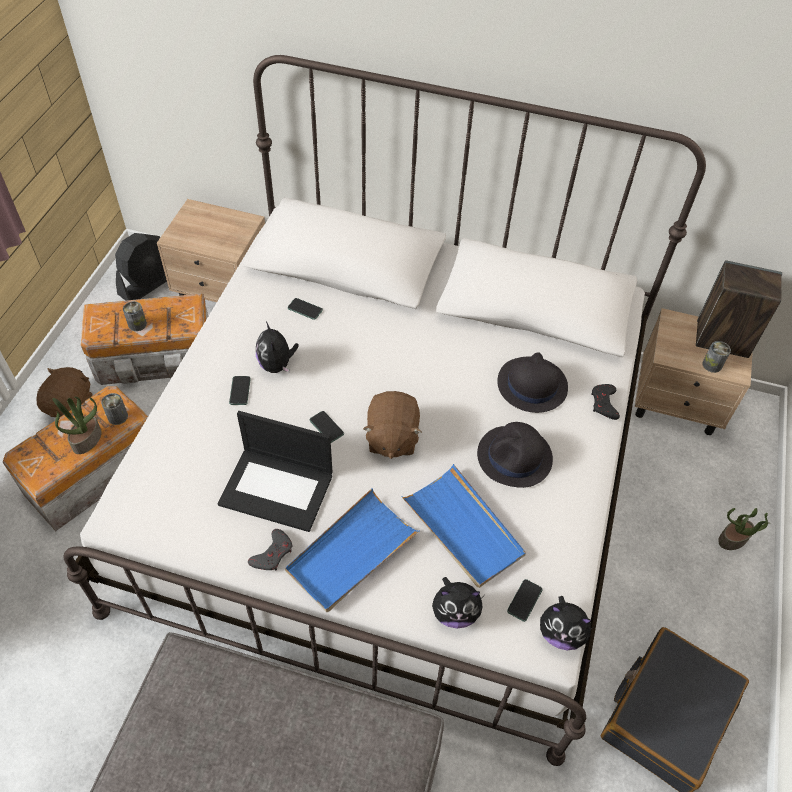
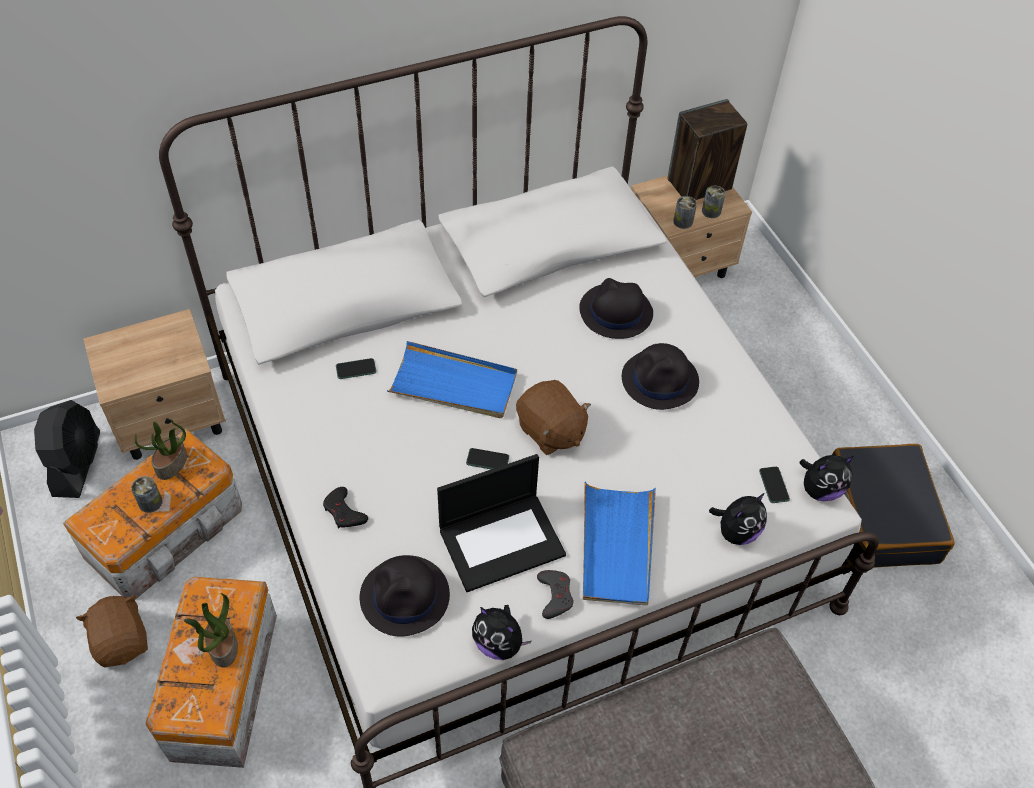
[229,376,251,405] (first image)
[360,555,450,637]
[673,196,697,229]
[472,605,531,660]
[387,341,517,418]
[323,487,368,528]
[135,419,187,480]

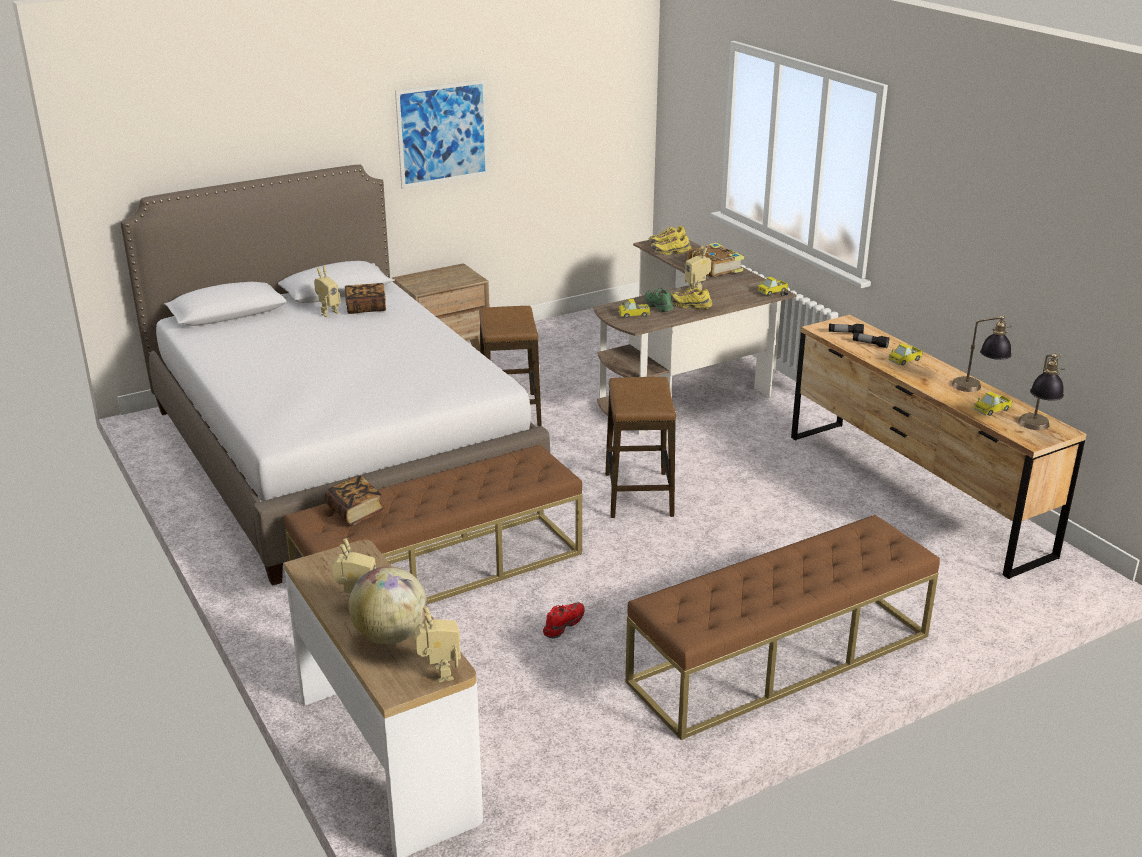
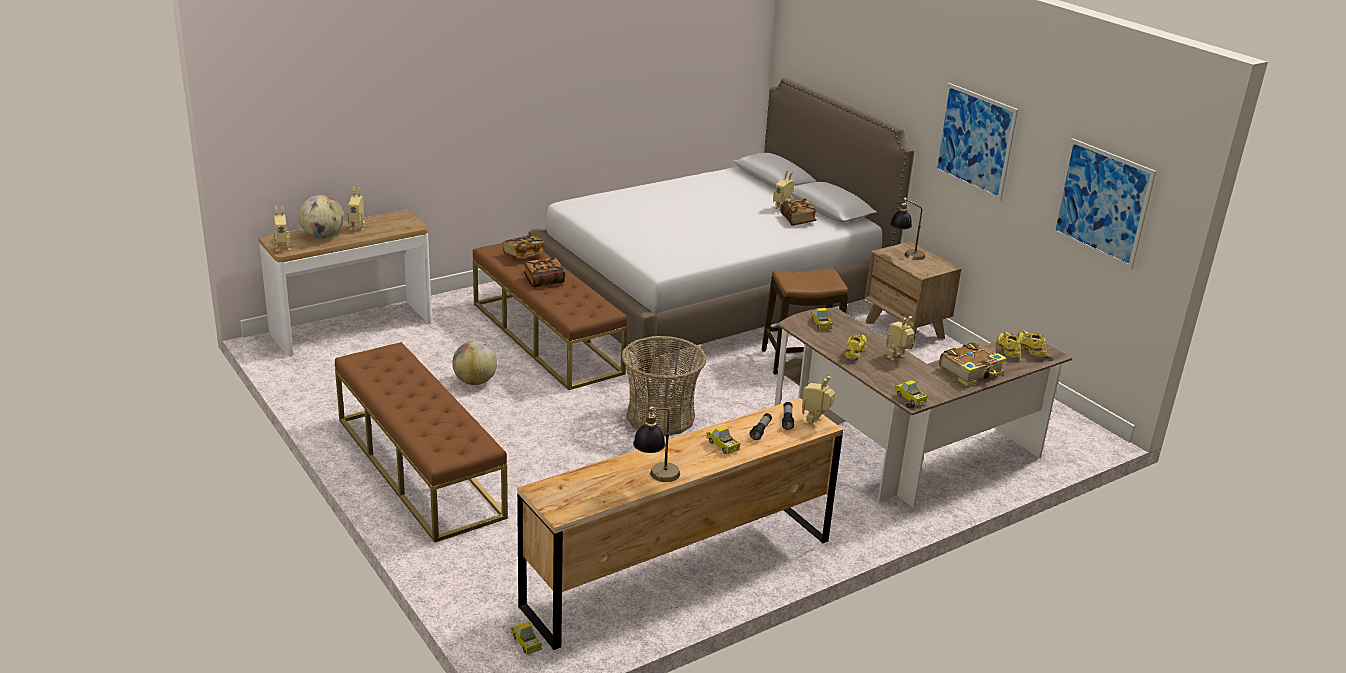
[645,288,673,312] (first image)
[523,258,565,287]
[802,376,835,427]
[1052,138,1156,269]
[511,622,542,655]
[890,197,925,260]
[452,341,497,385]
[622,336,707,436]

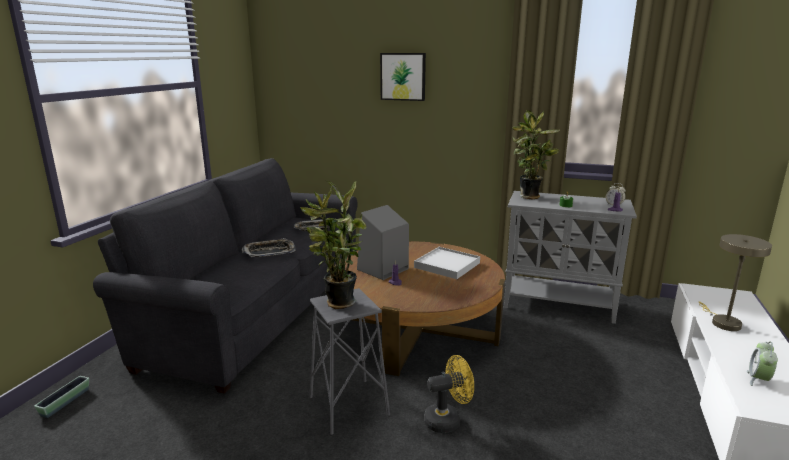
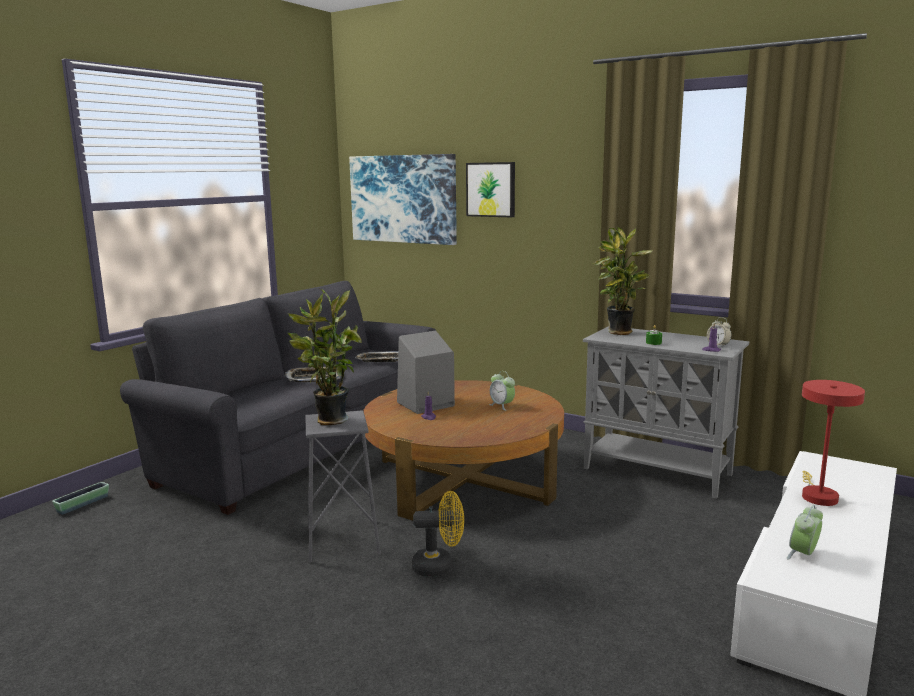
[349,154,457,245]
[489,371,515,411]
[802,380,865,506]

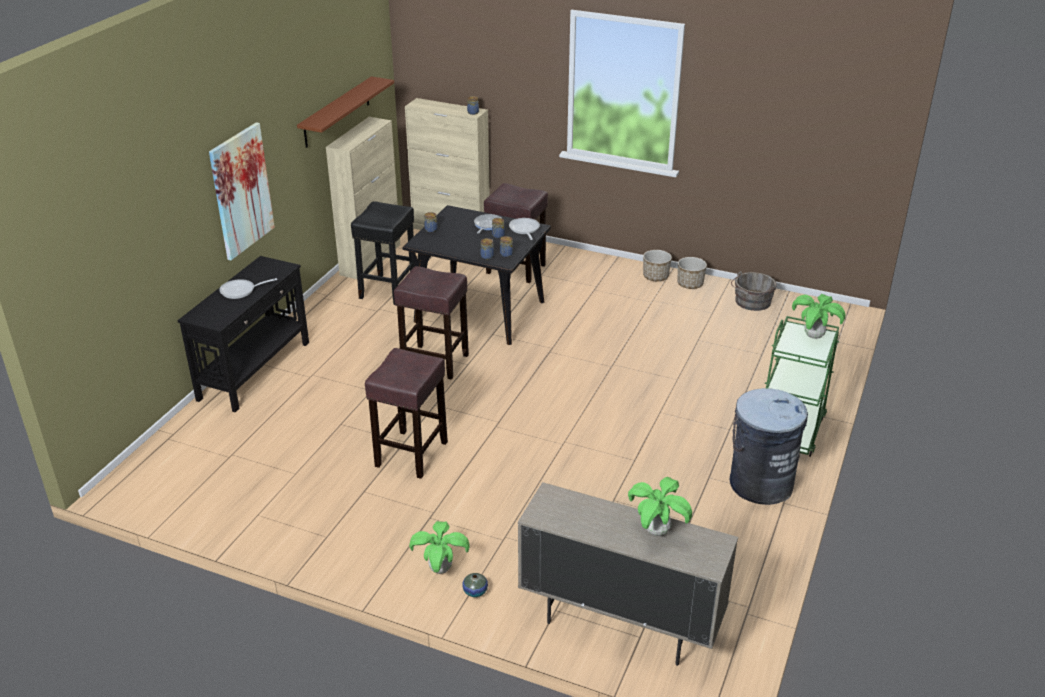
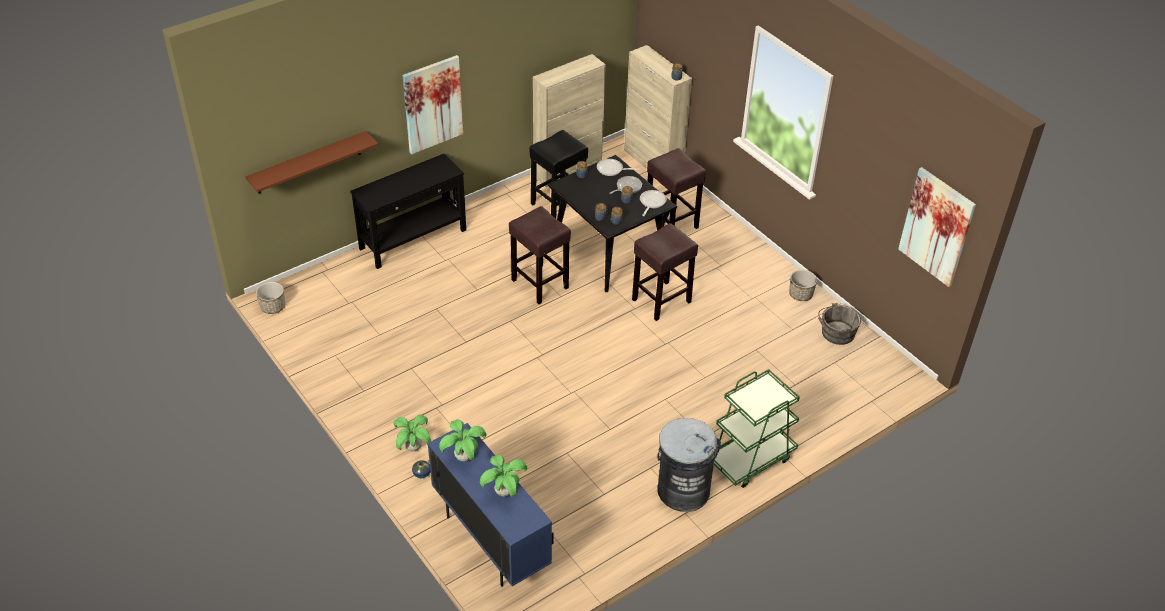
[898,167,976,287]
[597,159,641,176]
[246,131,379,194]
[632,223,698,321]
[256,282,285,314]
[439,419,487,462]
[428,423,553,587]

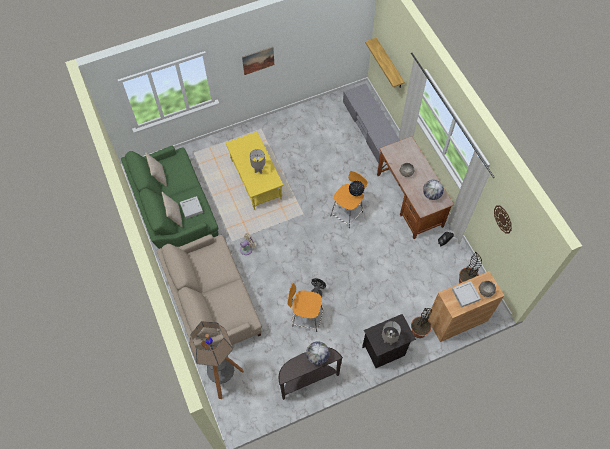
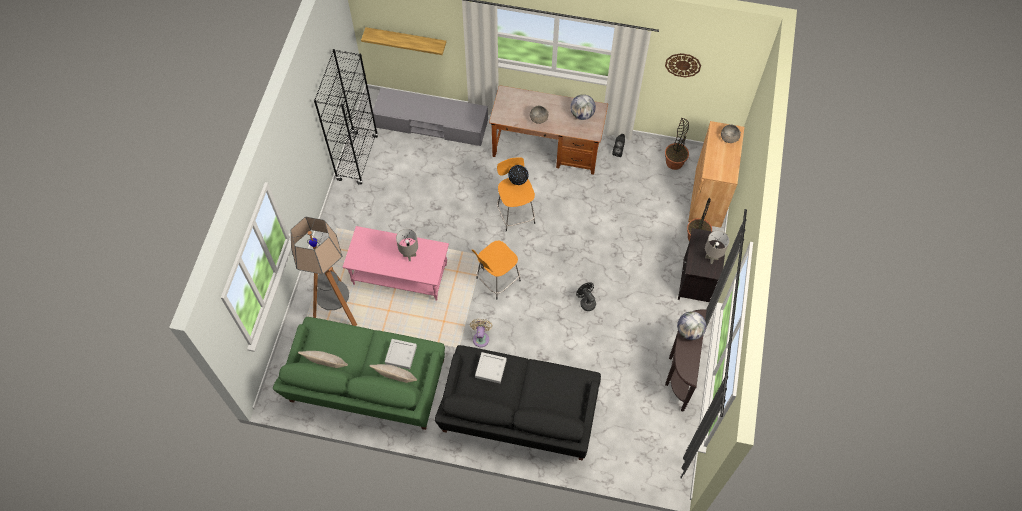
[242,47,274,75] (first image)
[314,49,378,185]
[291,217,357,326]
[472,241,521,299]
[475,352,507,383]
[435,345,601,461]
[343,226,449,301]

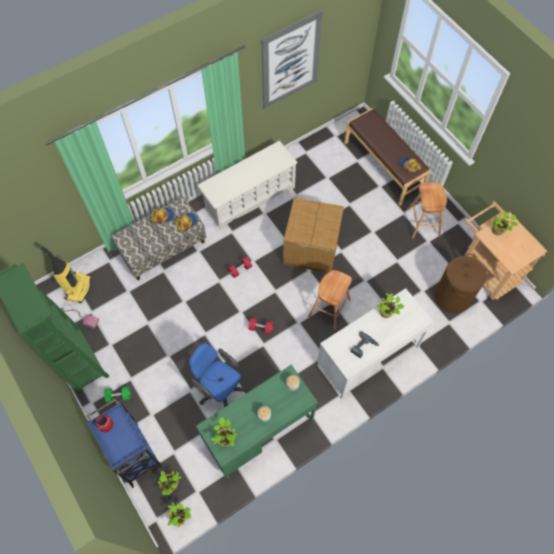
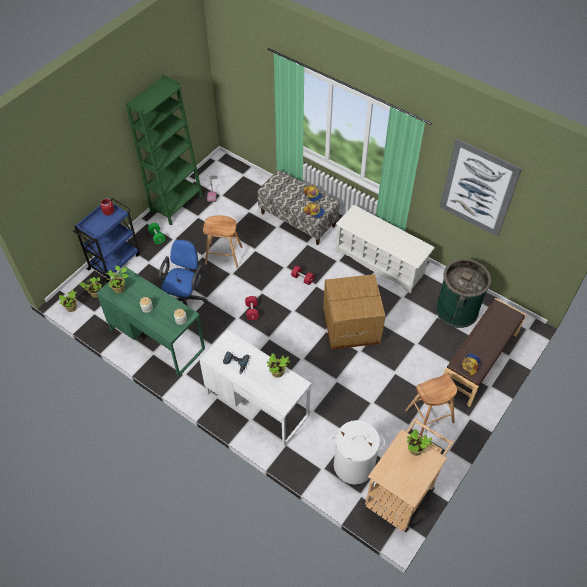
[40,246,91,303] (first image)
[436,259,491,328]
[203,215,242,268]
[331,420,385,484]

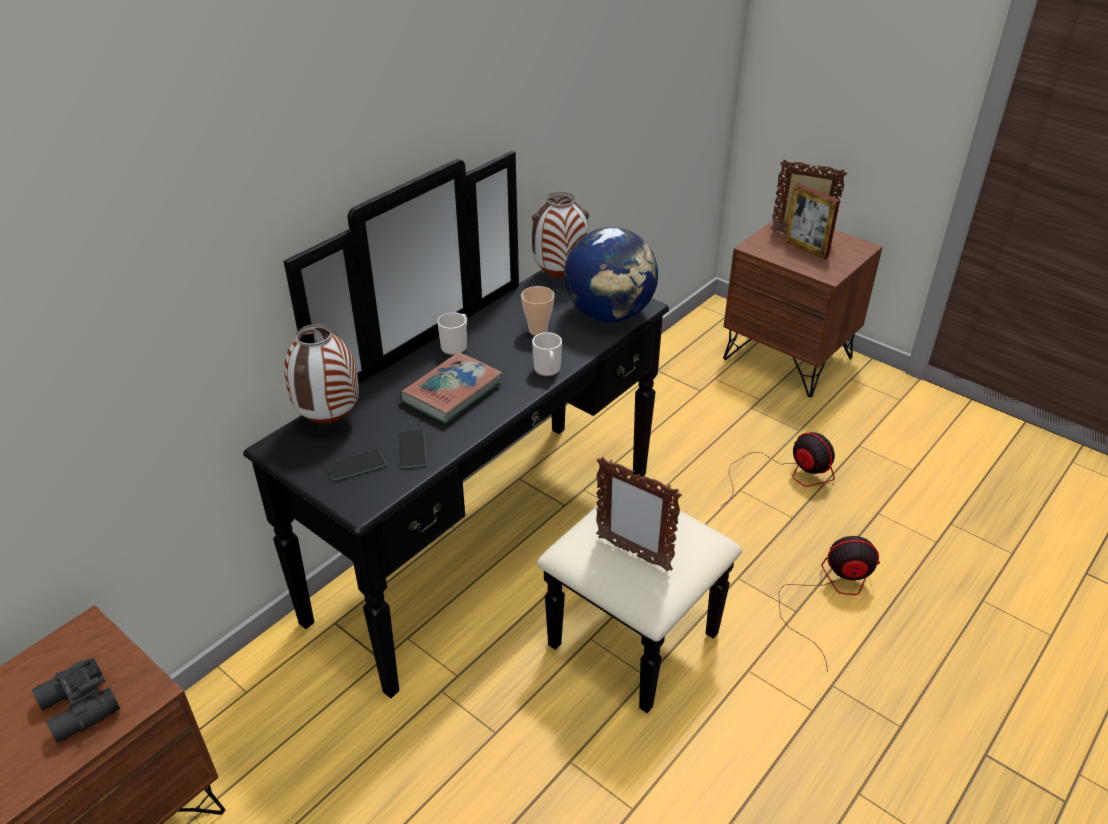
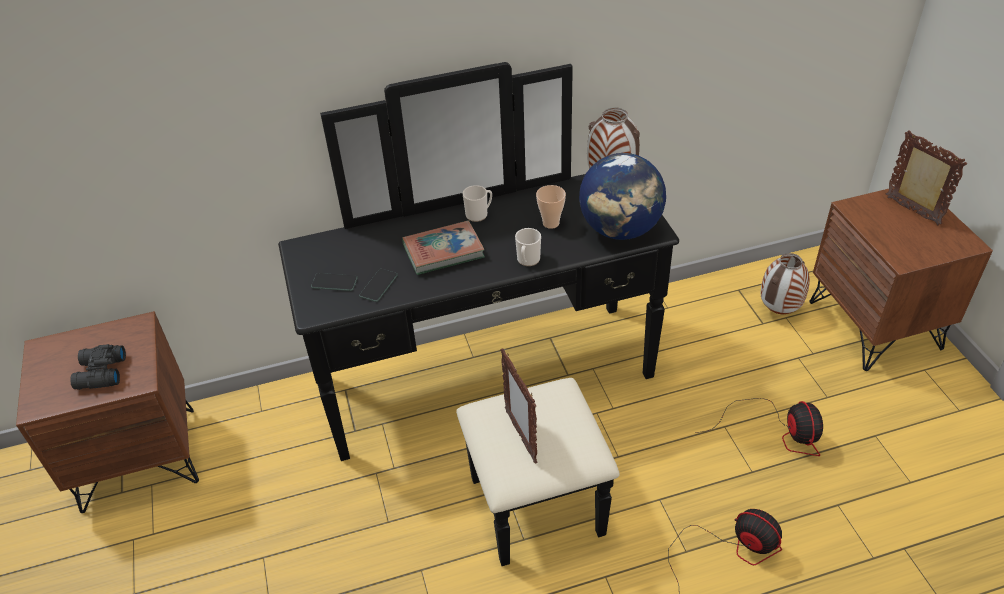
[784,183,840,259] (first image)
[761,253,810,314]

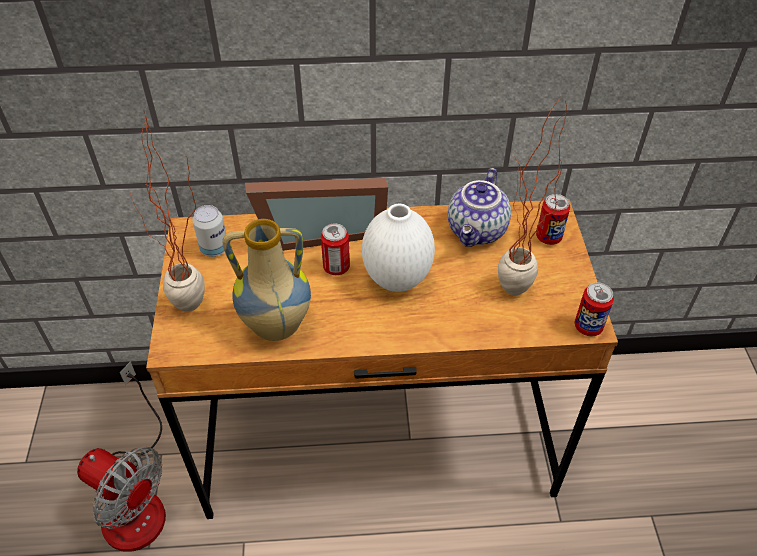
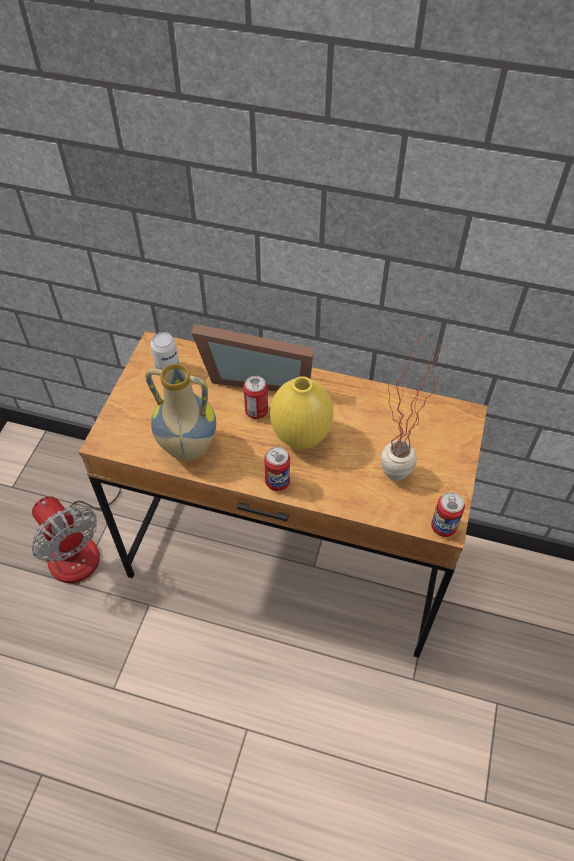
[129,110,205,312] (first image)
[448,168,511,247] (first image)
[264,447,290,491]
[270,376,333,449]

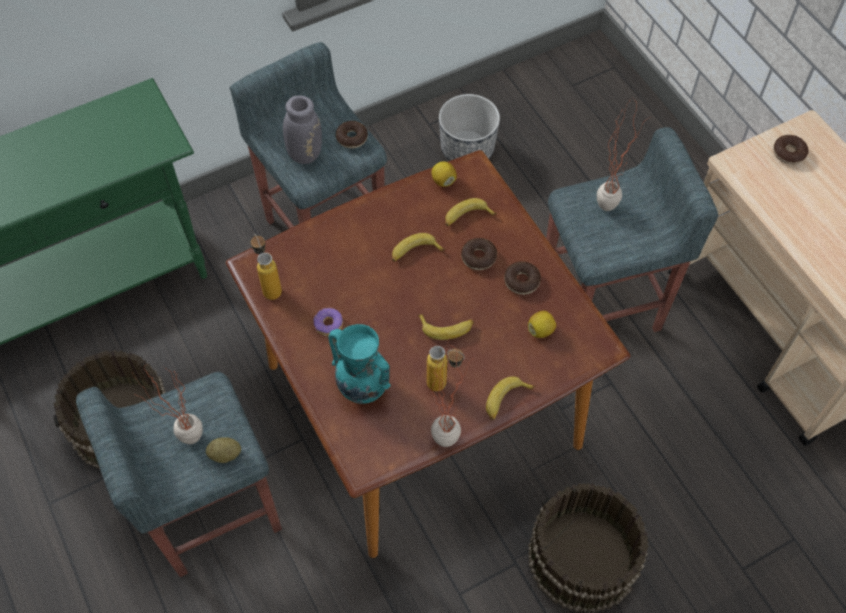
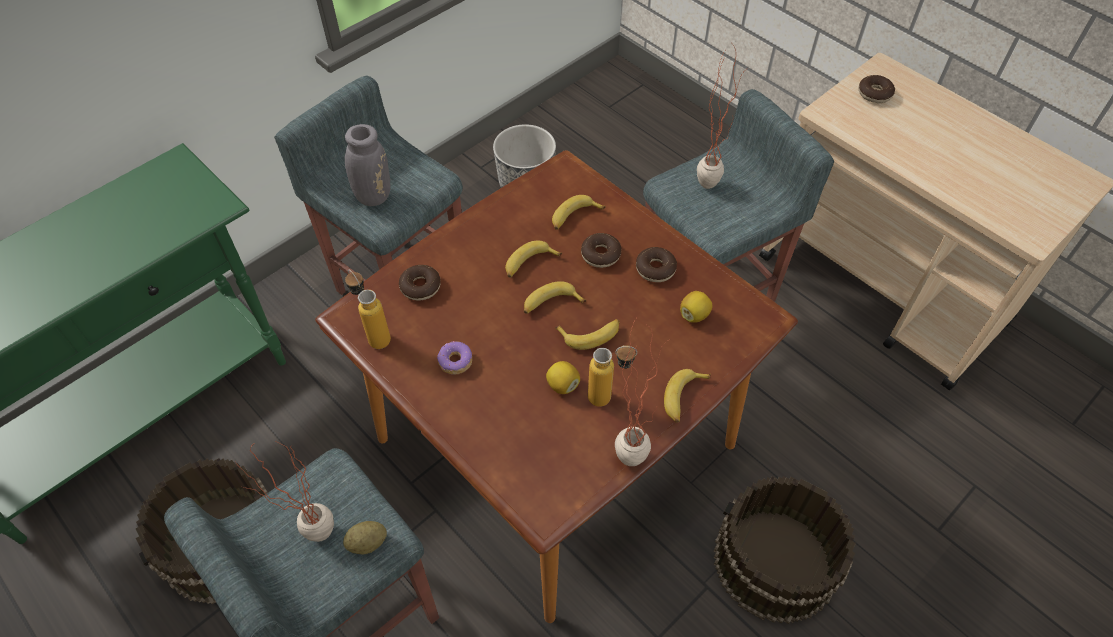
[328,324,391,404] (first image)
[524,281,586,314]
[399,265,441,301]
[546,361,580,394]

